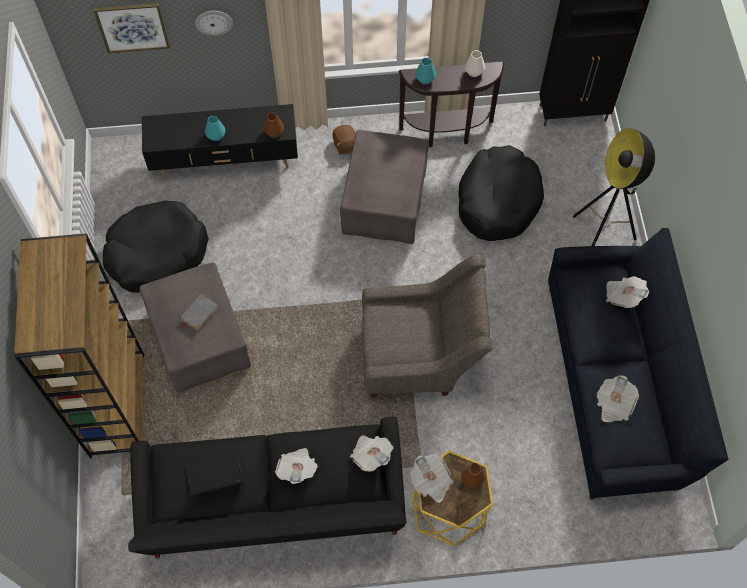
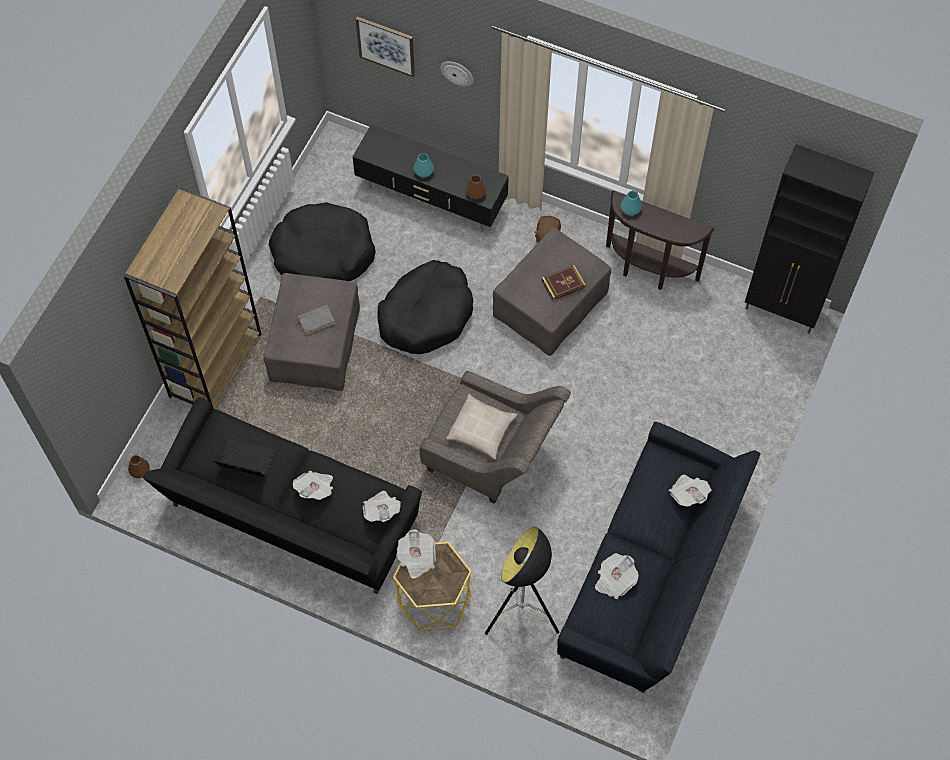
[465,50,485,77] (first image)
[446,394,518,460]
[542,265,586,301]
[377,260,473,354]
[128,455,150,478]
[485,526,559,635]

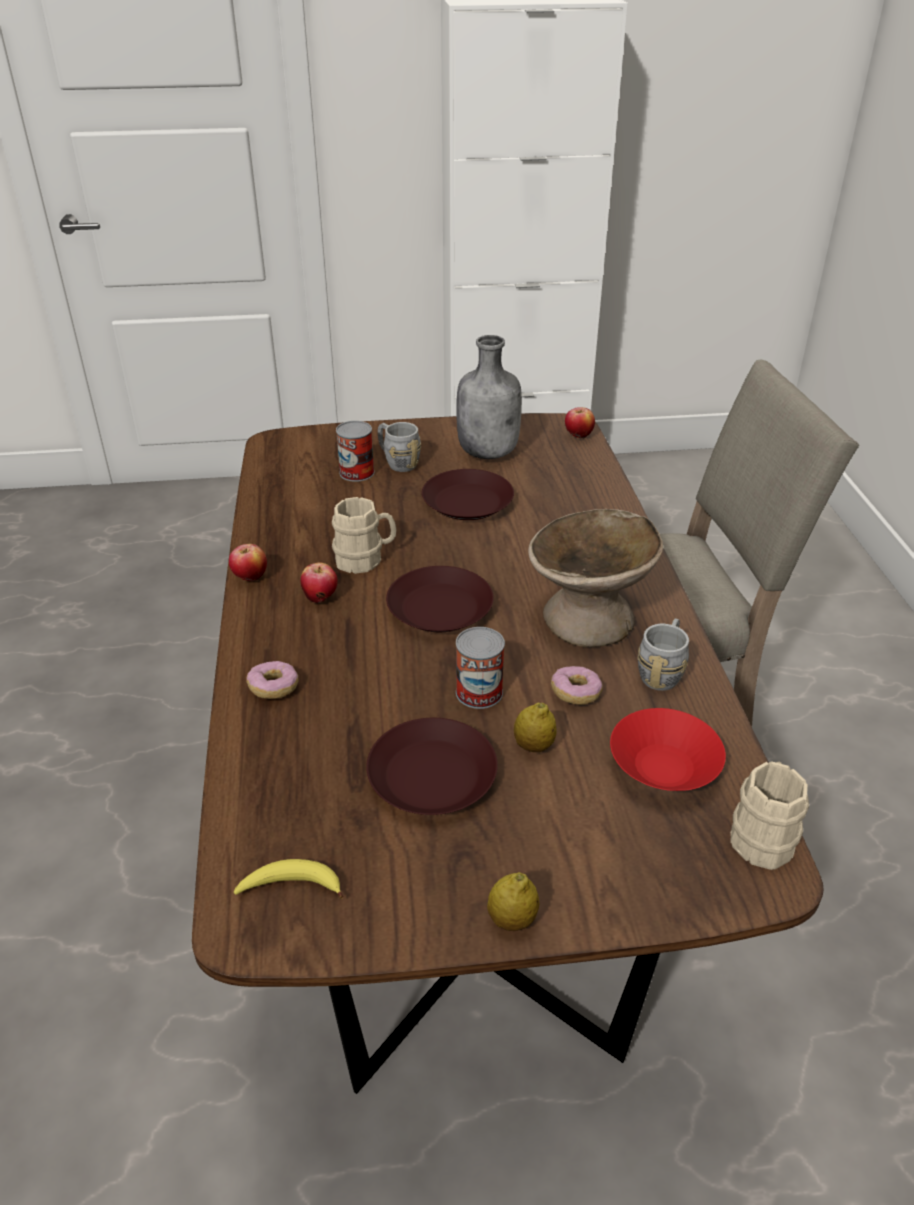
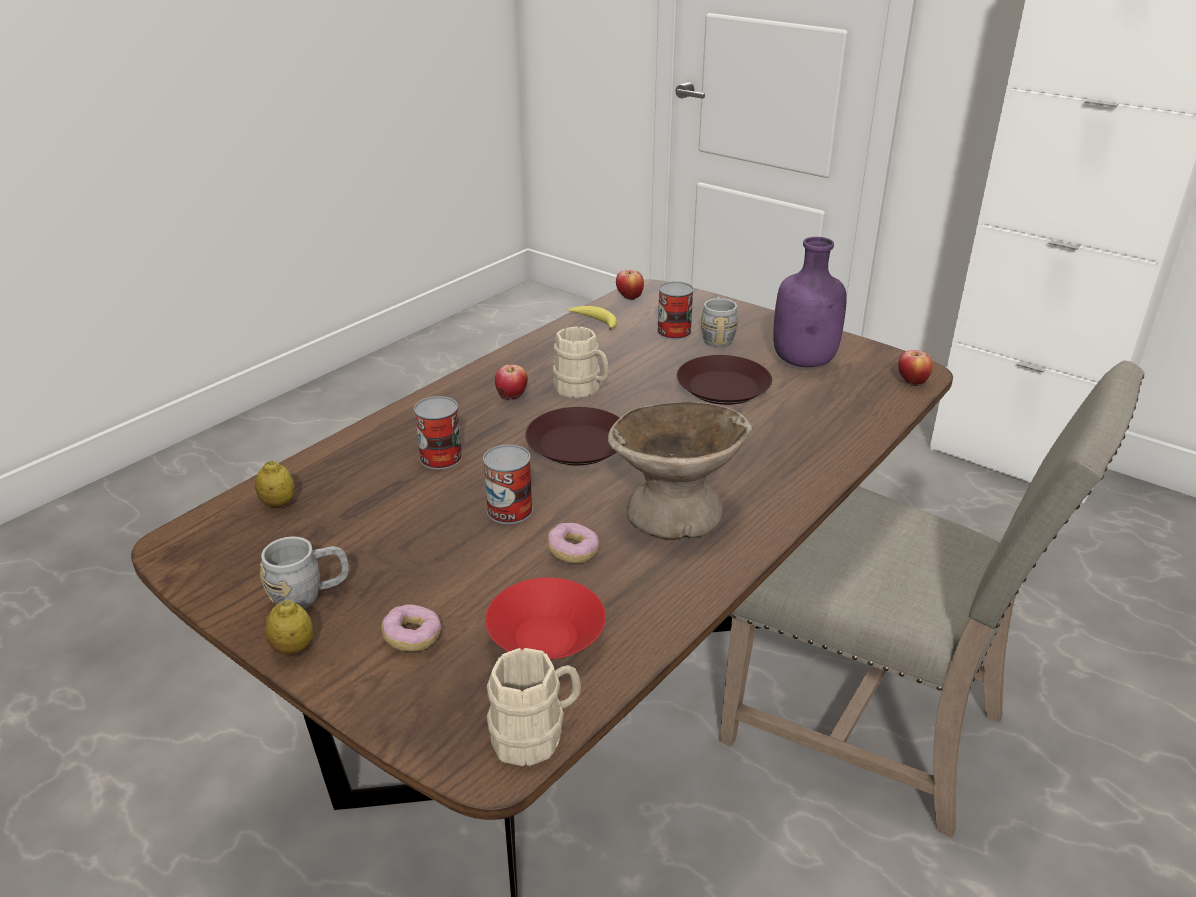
[366,718,498,815] (first image)
[414,396,462,469]
[616,270,644,301]
[568,306,617,331]
[381,604,441,652]
[255,461,295,508]
[260,537,349,609]
[773,237,847,367]

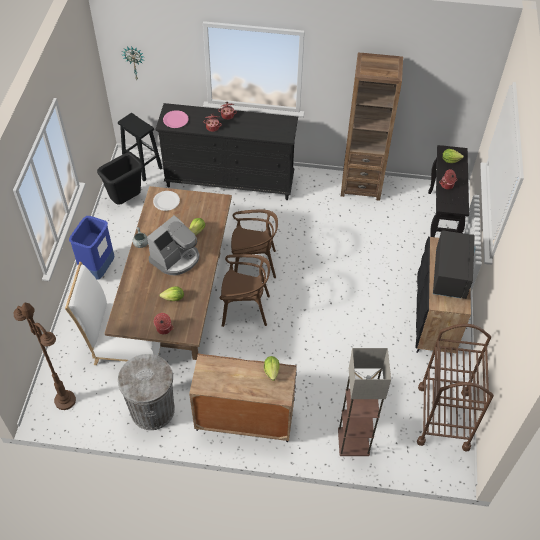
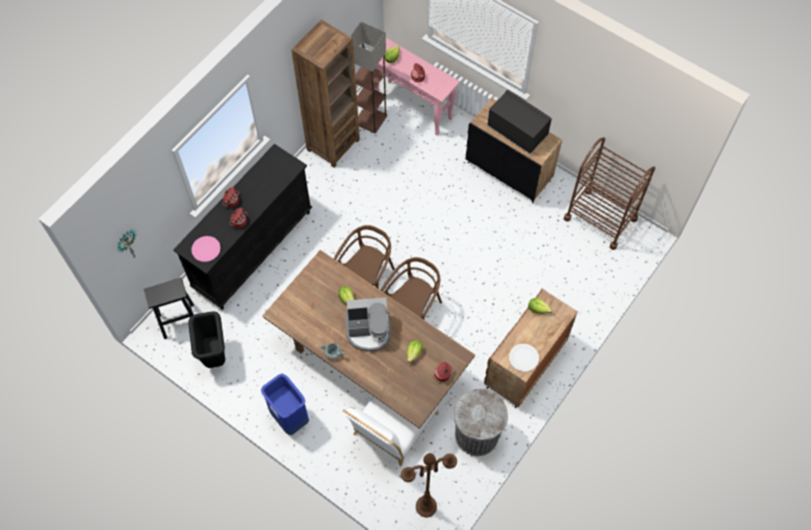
[509,344,539,372]
[350,22,387,133]
[375,38,460,135]
[345,297,391,351]

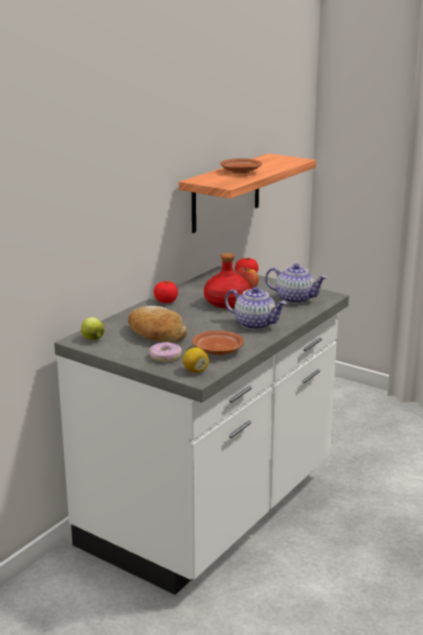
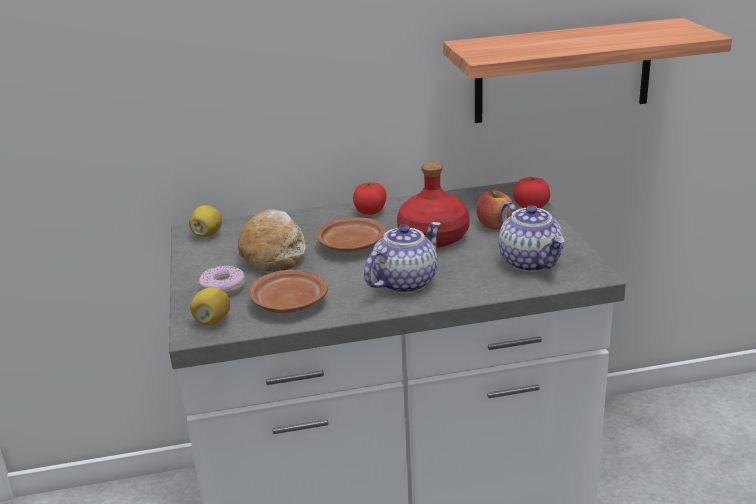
[317,217,386,252]
[189,205,222,237]
[364,222,441,294]

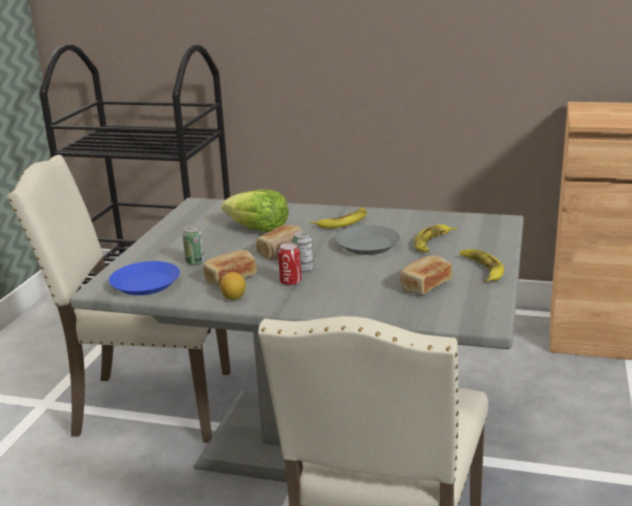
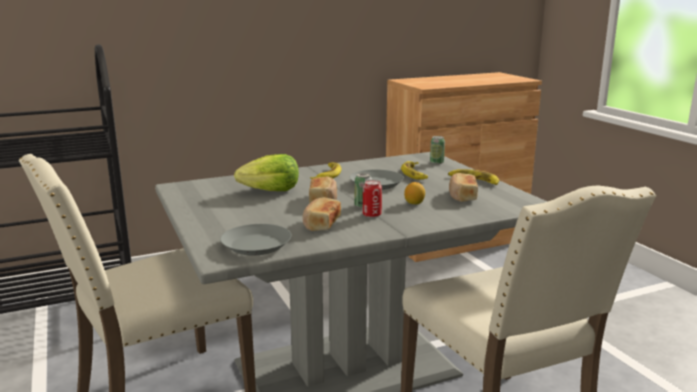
[430,136,445,164]
[404,182,425,205]
[220,224,292,255]

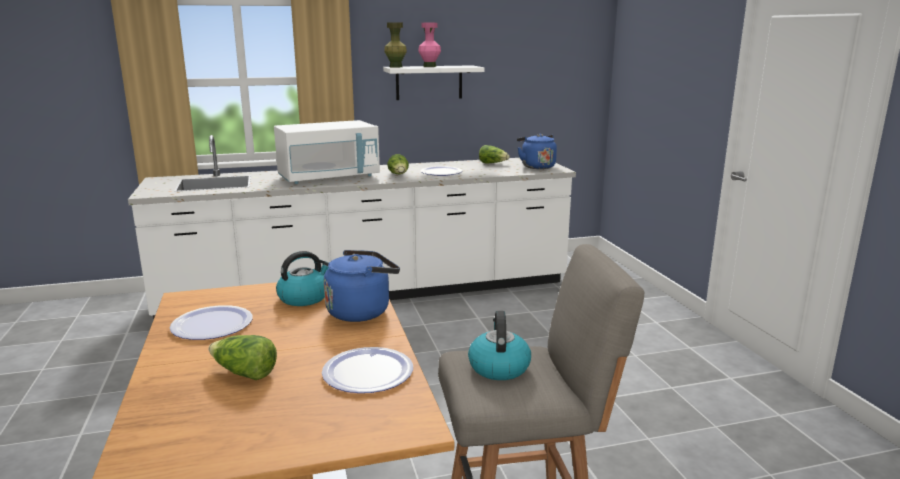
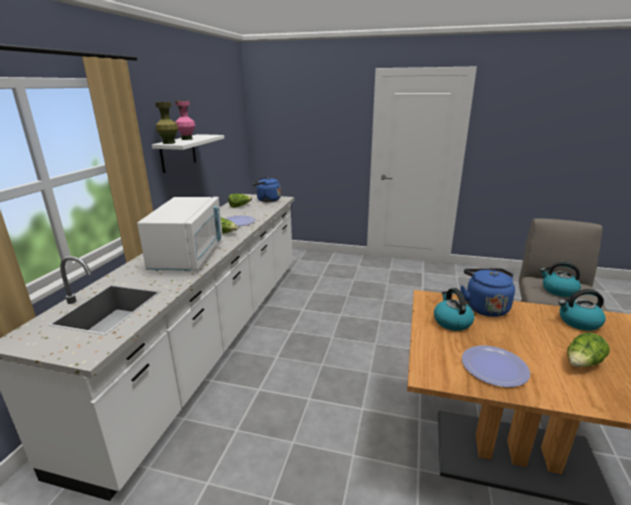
[558,289,606,331]

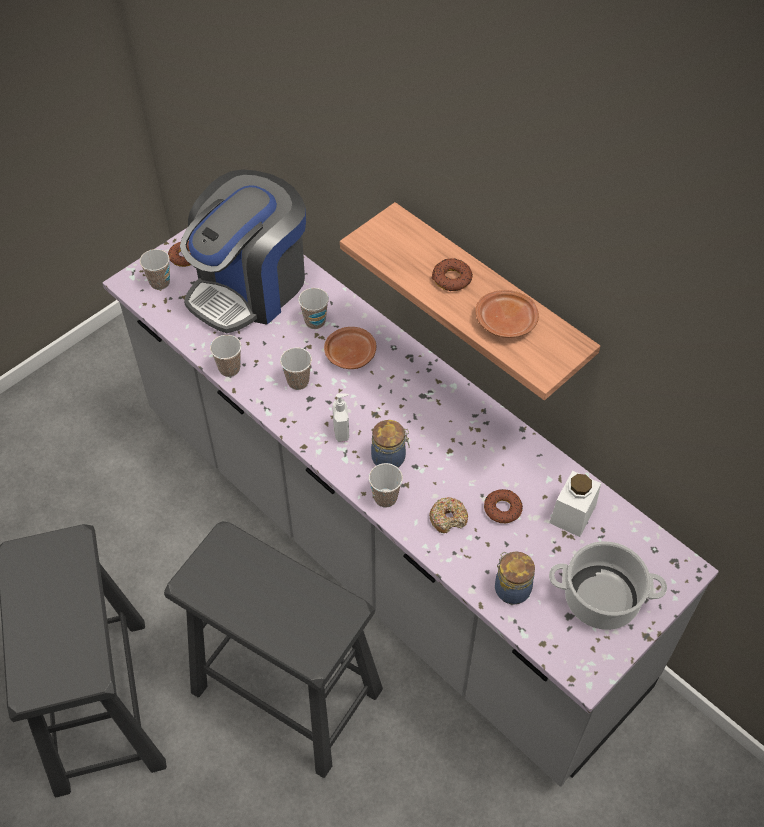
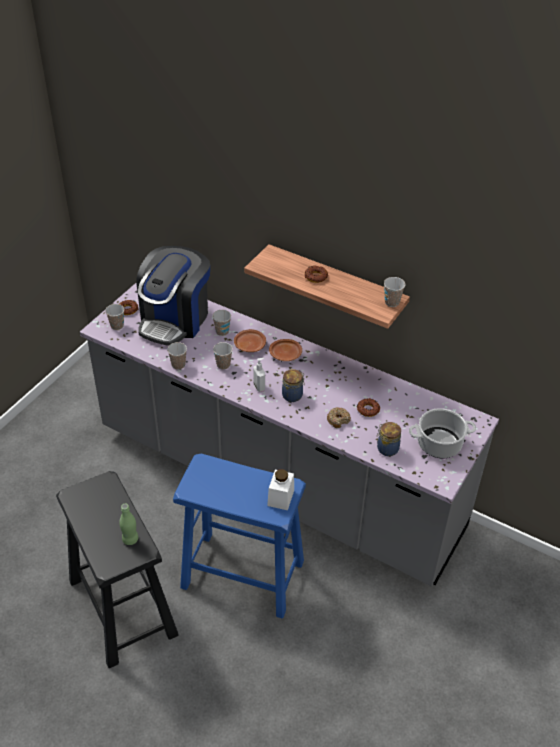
[119,504,138,545]
[384,277,405,307]
[269,339,302,361]
[267,469,294,510]
[173,454,306,618]

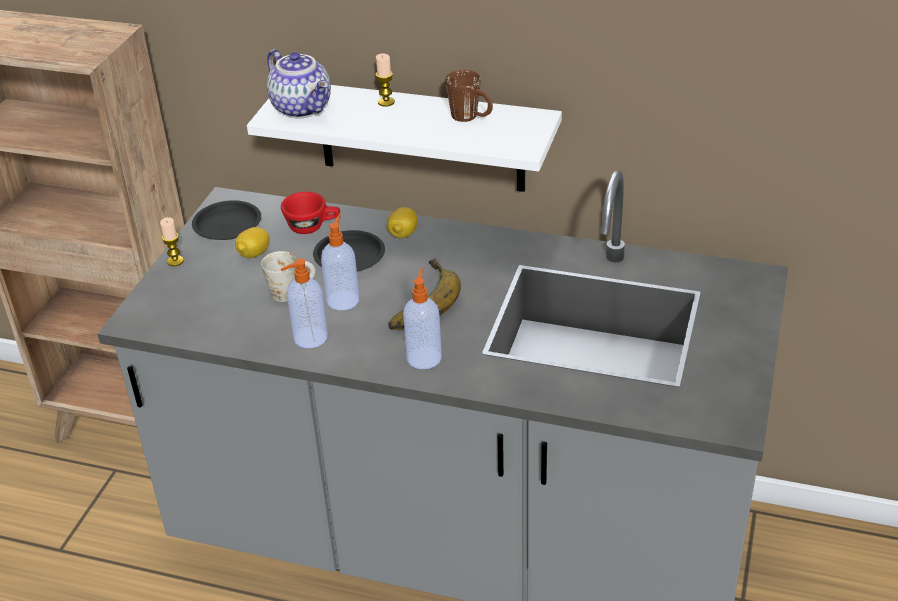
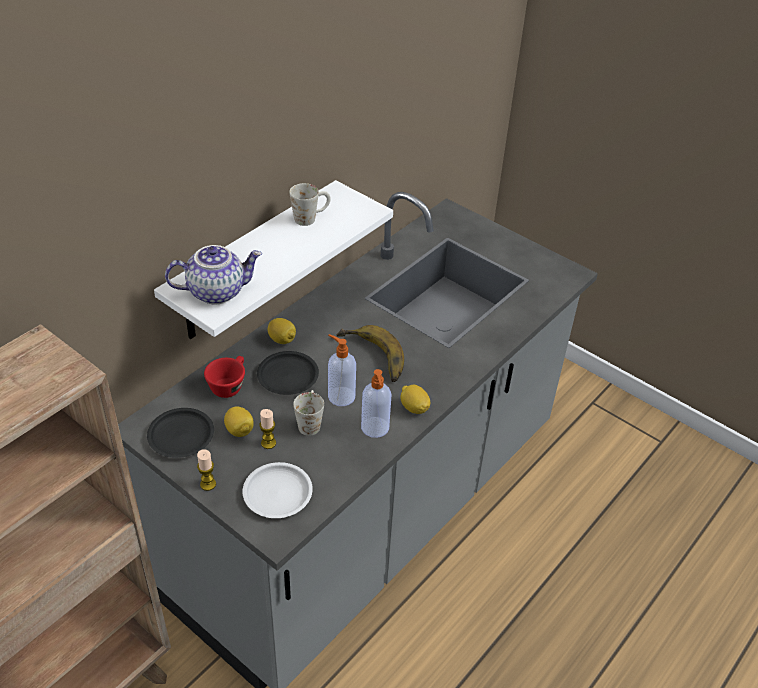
[403,268,442,369] (first image)
[243,462,313,518]
[400,385,430,414]
[260,409,276,449]
[289,183,331,226]

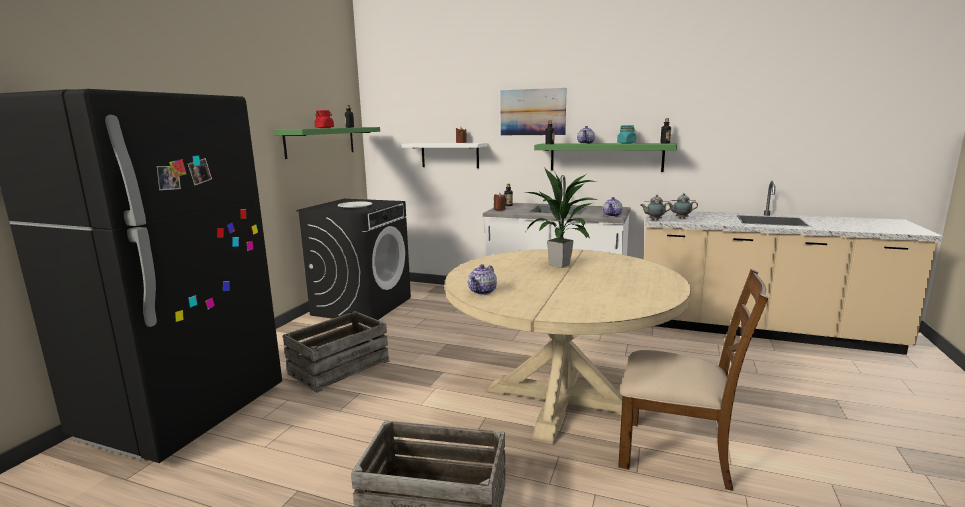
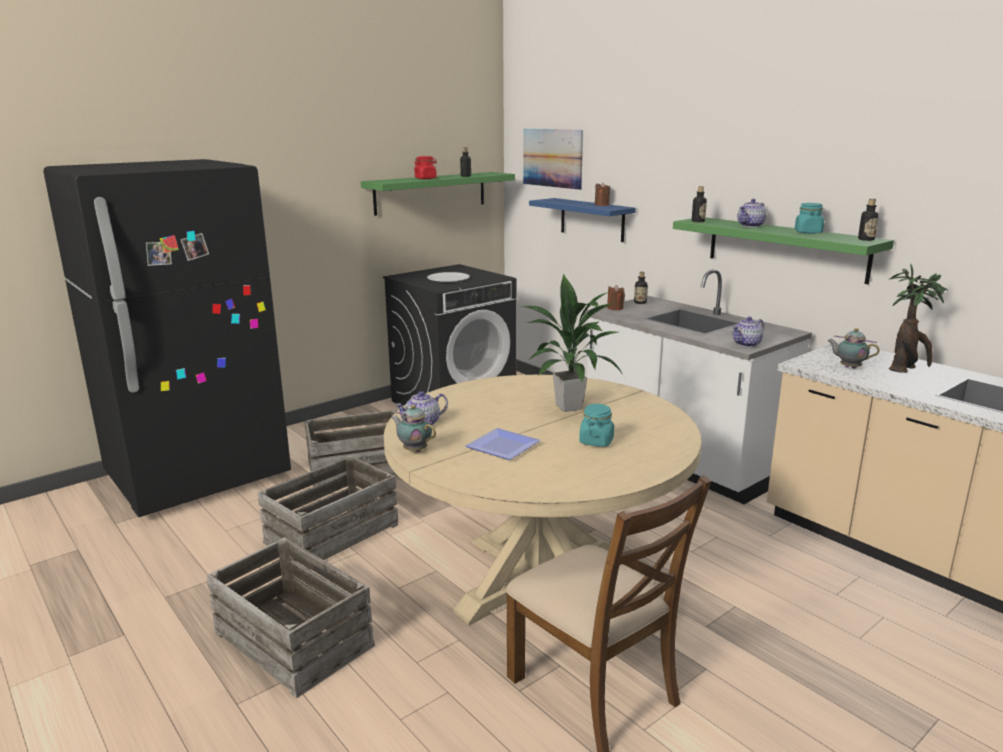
[257,456,398,570]
[465,428,540,460]
[579,404,614,447]
[888,263,948,373]
[523,129,583,190]
[391,405,436,452]
[529,198,636,242]

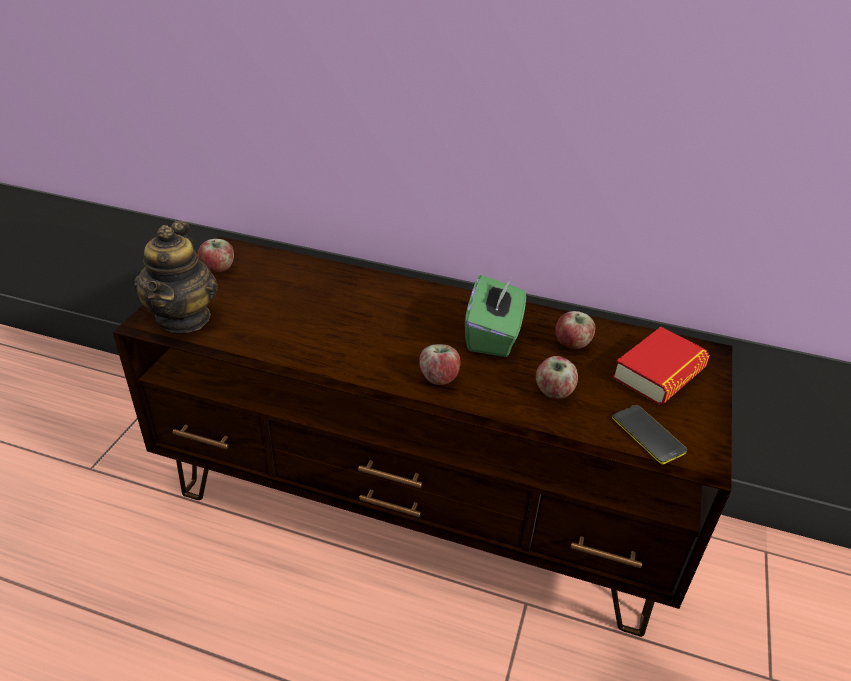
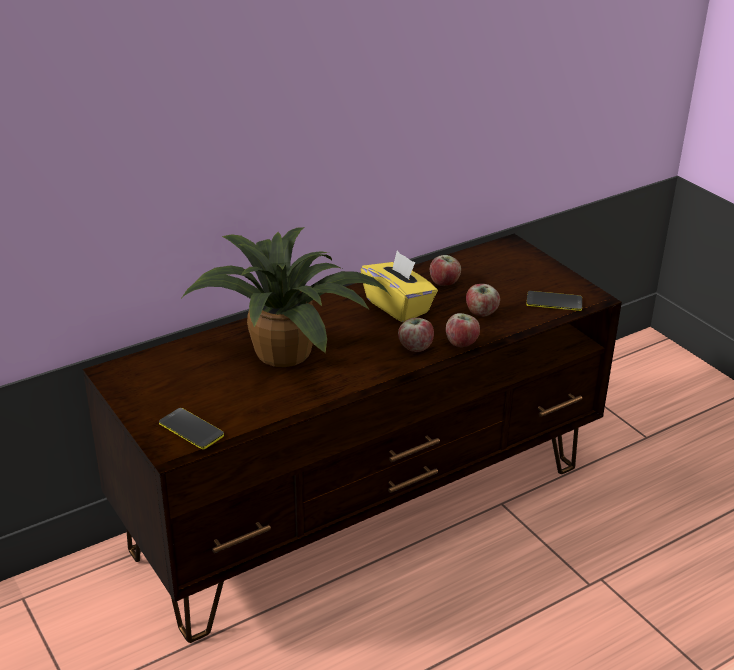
[612,327,710,405] (first image)
[180,227,391,367]
[446,313,480,347]
[159,408,224,450]
[361,251,438,323]

